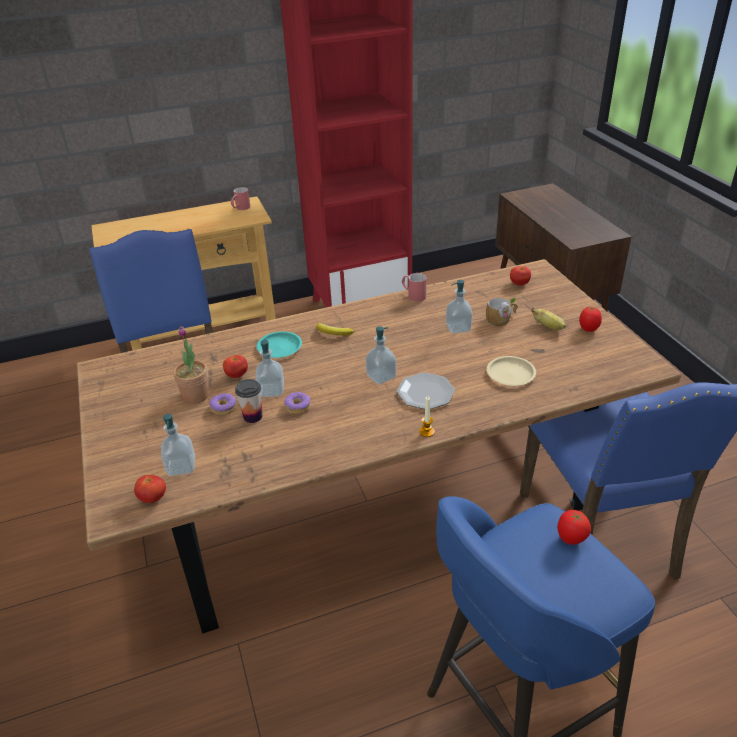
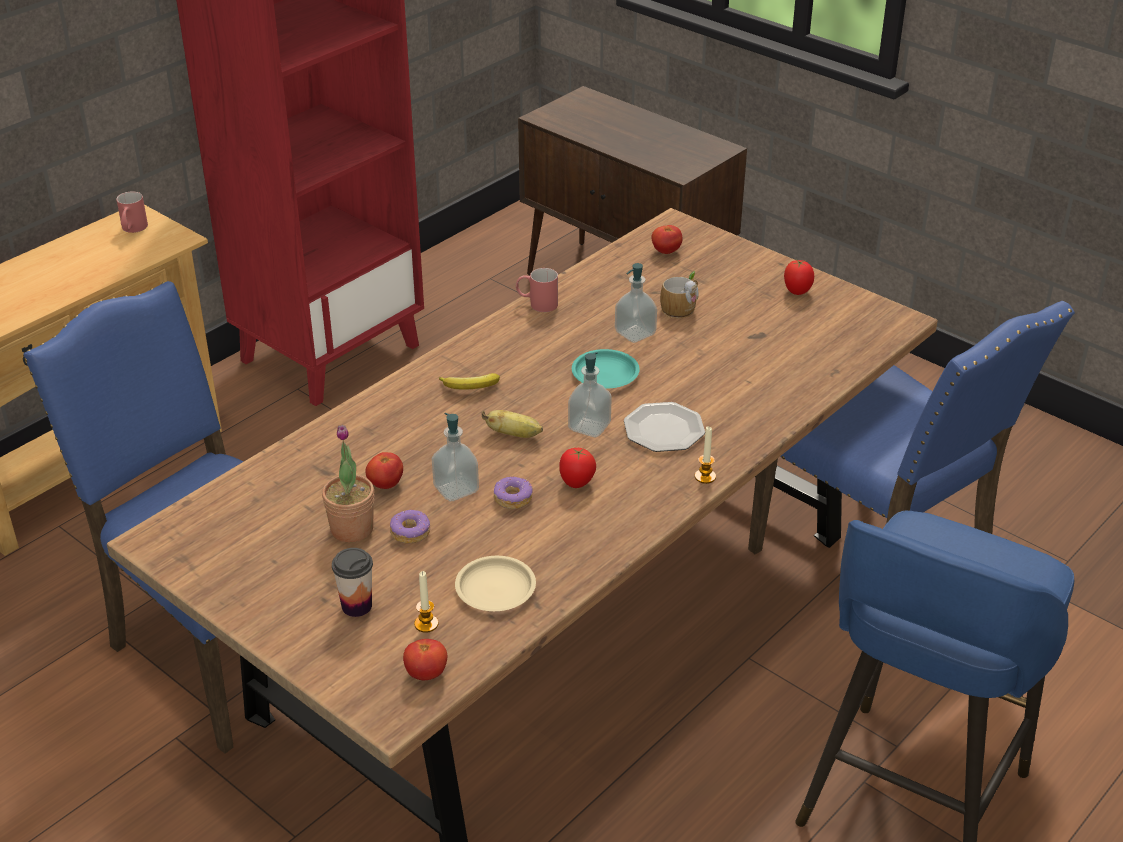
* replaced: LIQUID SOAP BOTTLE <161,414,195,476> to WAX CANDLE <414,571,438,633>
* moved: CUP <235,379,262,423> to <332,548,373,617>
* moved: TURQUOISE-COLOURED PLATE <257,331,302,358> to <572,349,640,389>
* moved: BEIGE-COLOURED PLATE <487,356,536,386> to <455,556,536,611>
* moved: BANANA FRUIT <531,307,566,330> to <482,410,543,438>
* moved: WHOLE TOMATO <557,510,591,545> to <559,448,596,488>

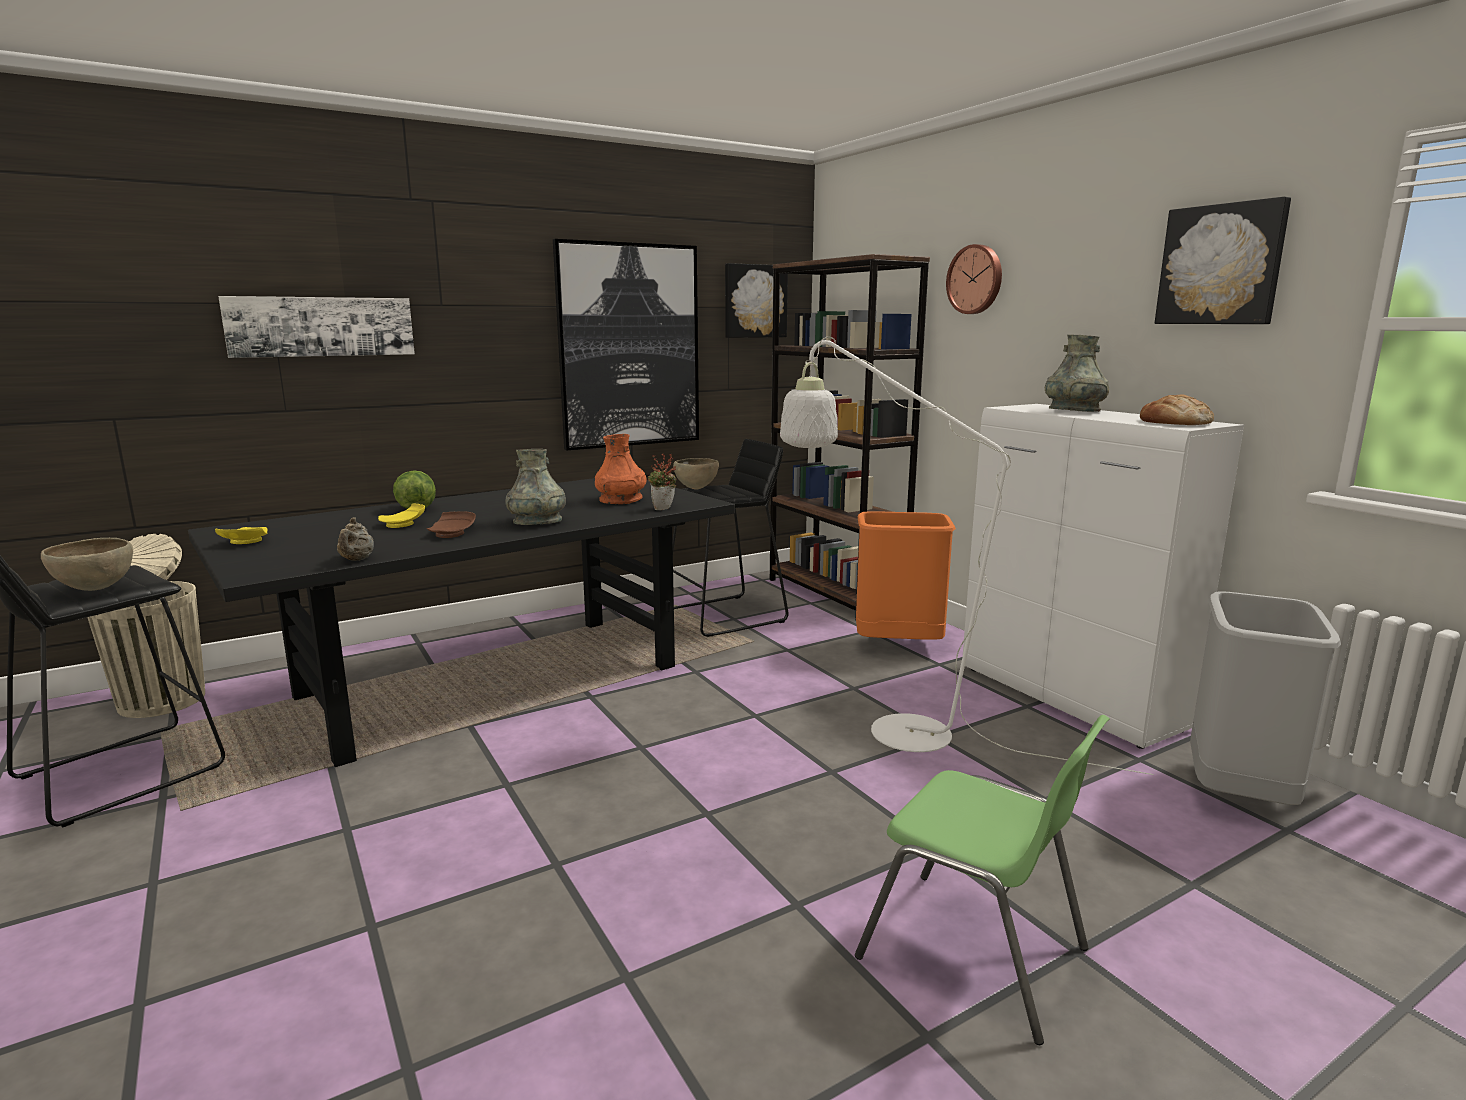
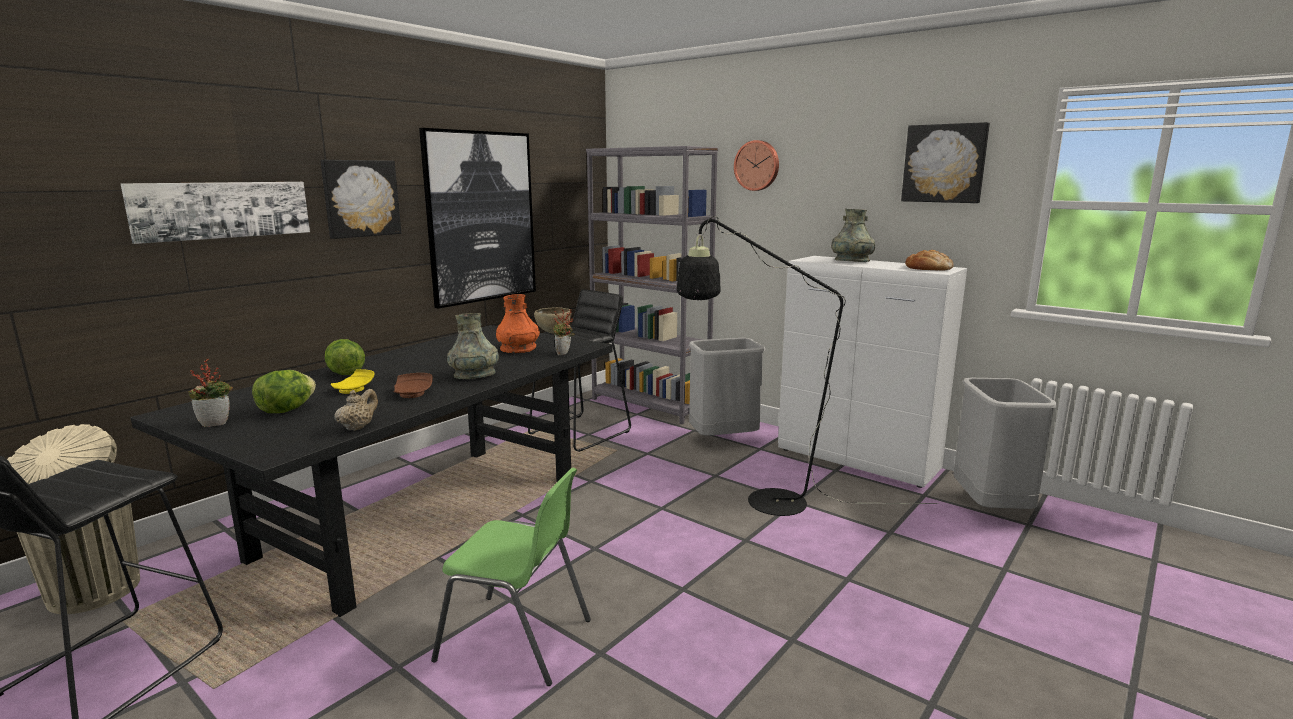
* removed: BROWNISH BOWL <41,538,133,591>
* replaced: YELLOW-COLOURED PLATE <215,527,267,544> to PLANT IN A POT <188,359,233,427>
* turned: BEIGE-COLOURED TEA POT <337,518,374,560> = <334,389,378,431> 135 degrees counterclockwise
* moved: WALL ART <725,263,788,338> to <320,160,401,239>
* recoloured: BROWNISH SHELVING UNIT <770,254,930,620> to GREY SHELVING UNIT <586,146,718,424>
* recoloured: WHITE FLOOR LAMP <780,337,1153,775> to BLACK-COLOURED FLOOR LAMP <677,216,939,516>
* moved: GREEN UPRIGHT CHAIR <855,715,1110,1045> to <431,468,591,686>
* recoloured: ORANGE-COLOURED TRASH CAN <856,511,956,640> to GREY TRASH CAN <689,338,765,436>
* added: HEAD OF LETTUCE <252,370,316,413>

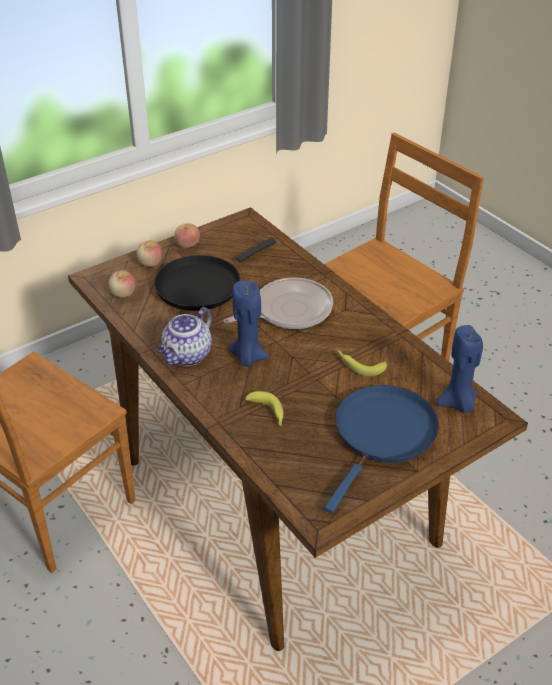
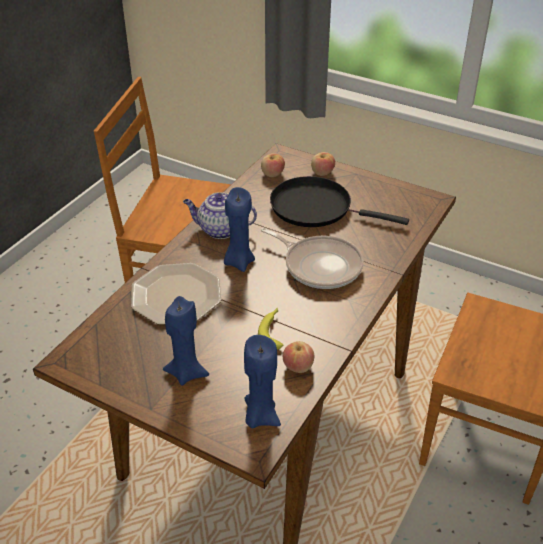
* moved: WHOLE APPLE <175,223,200,248> to <283,341,314,373>
* replaced: BANANA FRUIT <245,391,283,426> to PLATE <131,263,221,325>
* replaced: BLUE-COLOURED FRYING PAN <324,385,439,513> to BLUE-COLOURED WAX CANDLE <163,296,209,386>

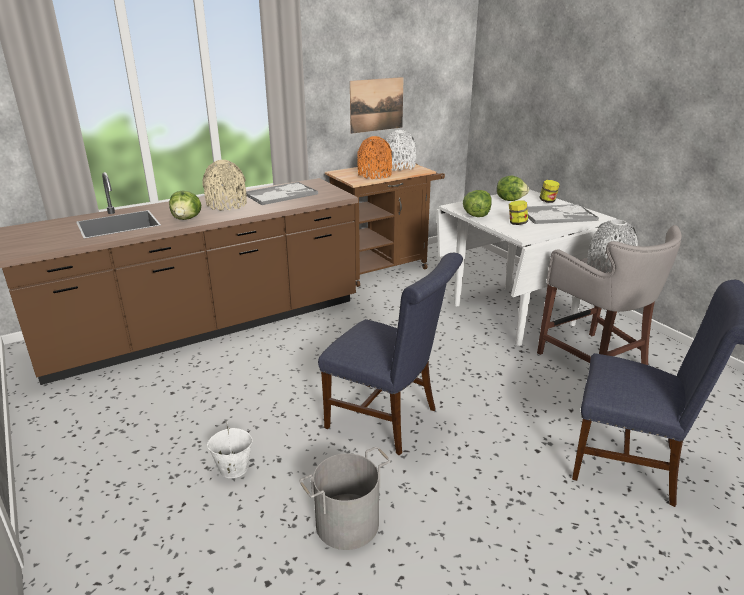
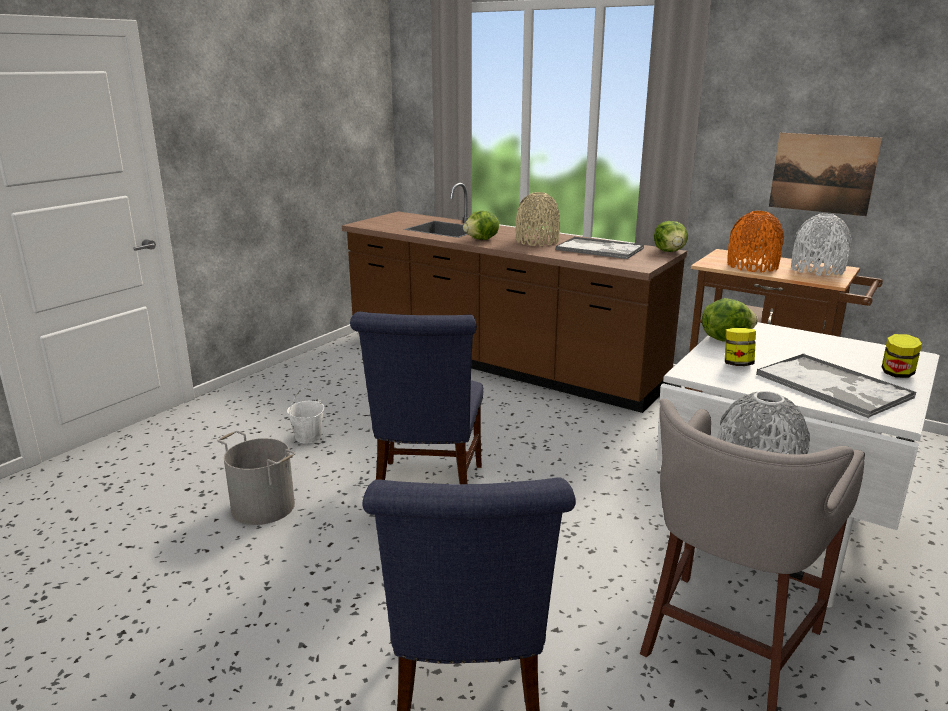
* moved: HEAD OF LETTUCE <497,175,529,201> to <654,221,688,252>

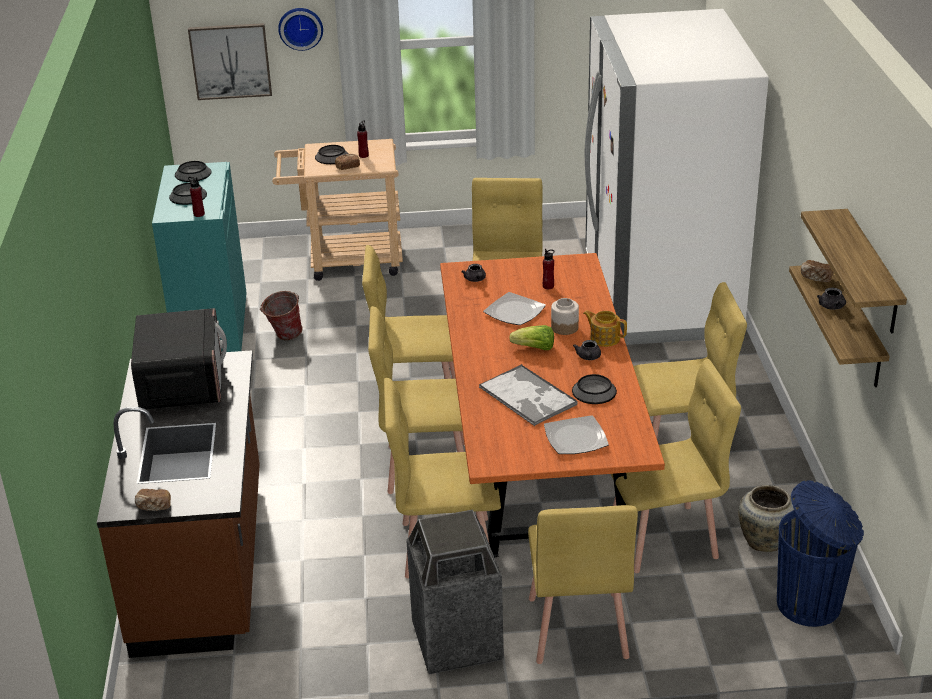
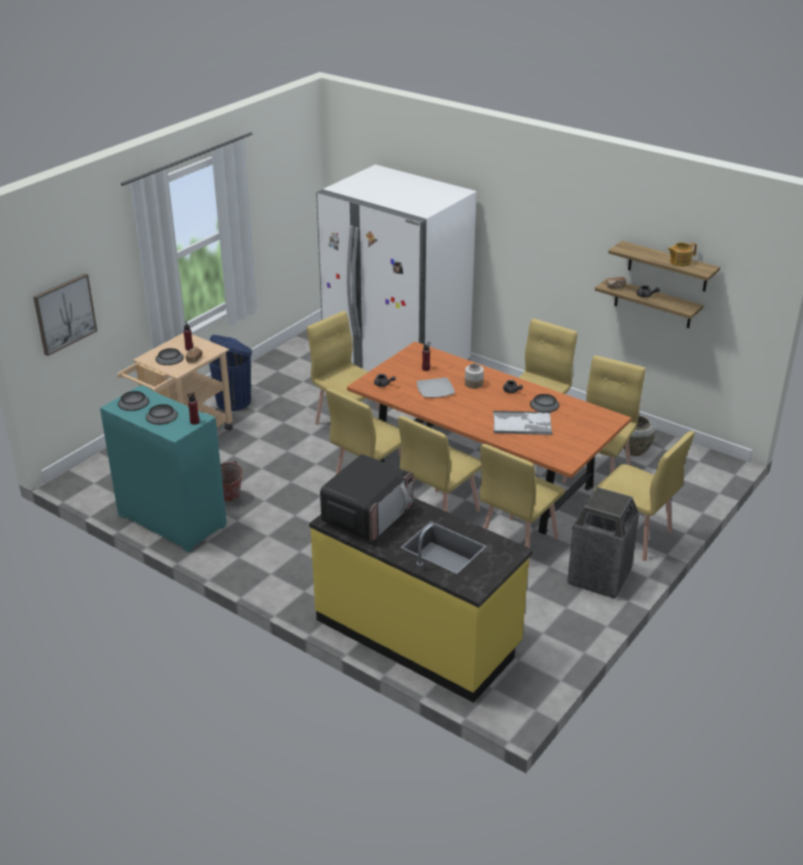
* recoloured: BROWNISH COUNTER <97,350,260,658> to YELLOW-COLOURED COUNTER <309,497,533,703>
* turned: KITCHEN MICROWAVE <131,308,227,409> = <320,454,413,542> 90 degrees clockwise
* removed: BREAD <135,489,171,511>
* removed: HANGING CLOCK <278,8,323,51>
* removed: HEAD OF LETTUCE <509,325,554,350>
* removed: PLATE <544,415,609,454>
* moved: TEA POT <583,310,627,347> to <667,242,697,267>
* moved: BLUE-COLOURED TRASH CAN <777,480,864,627> to <209,335,252,411>

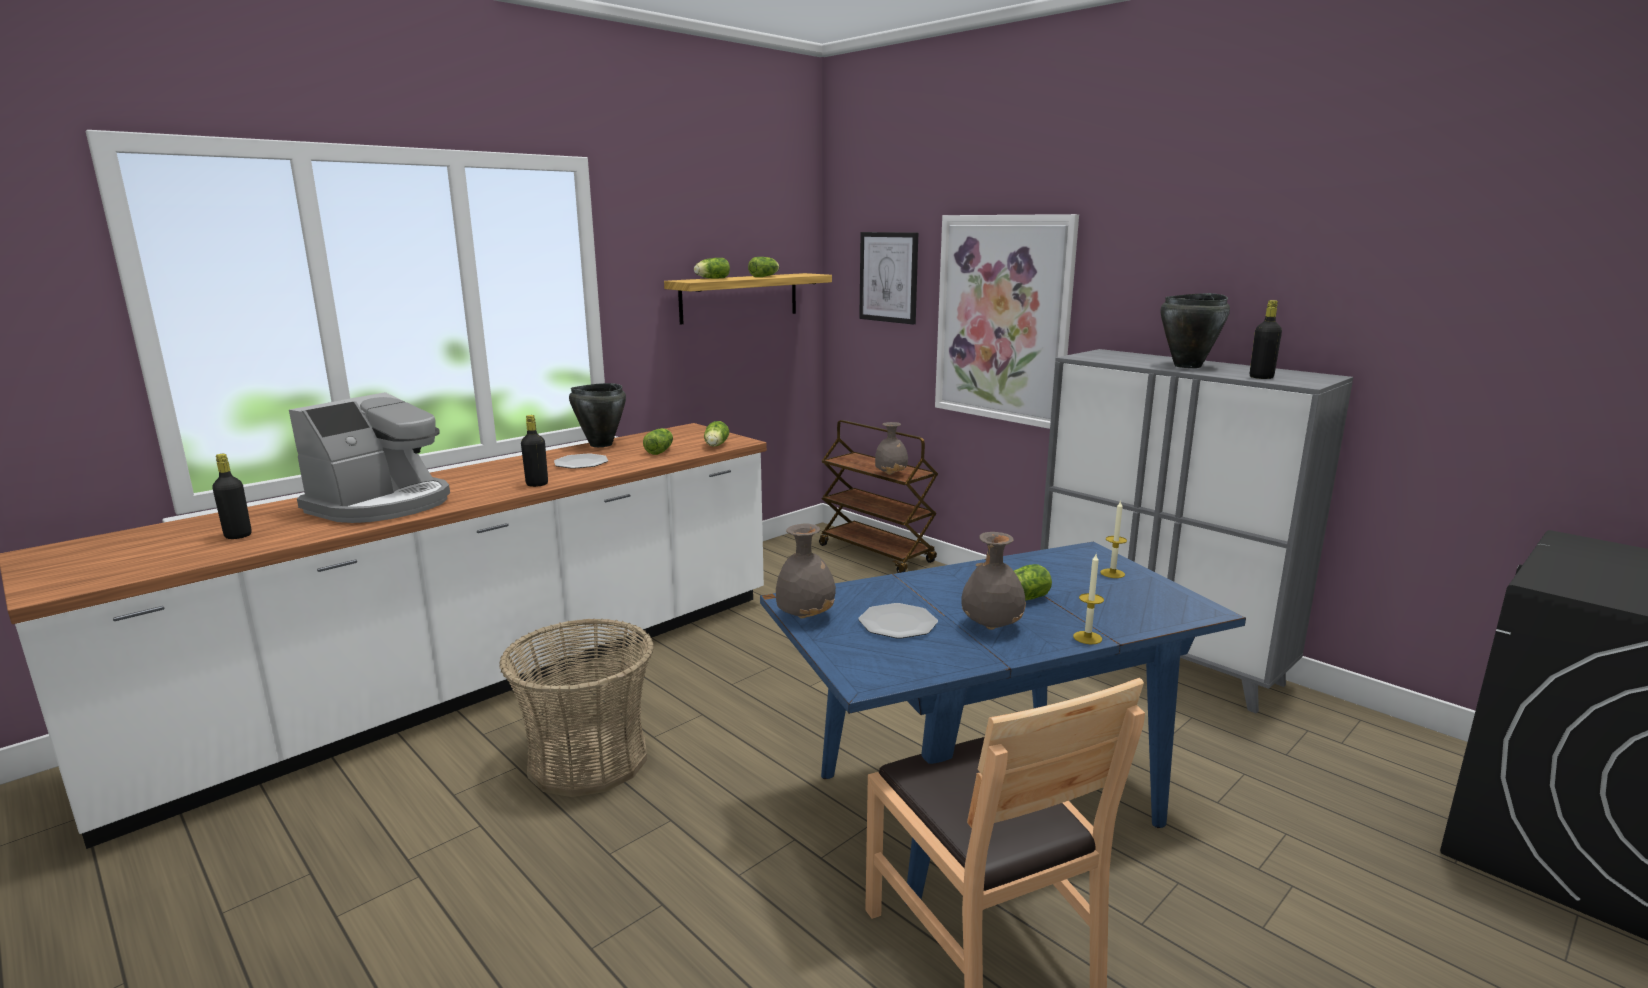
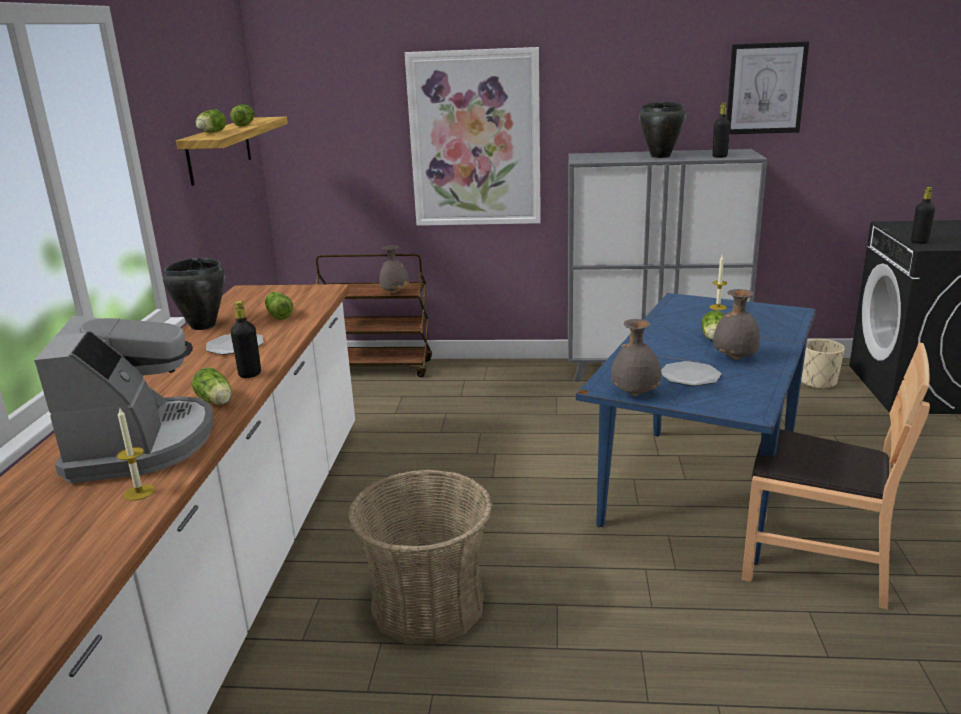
* moved: BLACK-COLOURED BEVERAGE BOTTLE <212,454,252,539> to <911,187,935,244>
* moved: HEAD OF LETTUCE <704,421,729,447> to <192,367,231,405>
* moved: WALL ART <859,232,918,325> to <727,41,809,134>
* moved: WAX CANDLE <1073,554,1104,644> to <117,407,155,501>
* added: BEIGE-COLOURED PLANT POT <801,339,845,390>

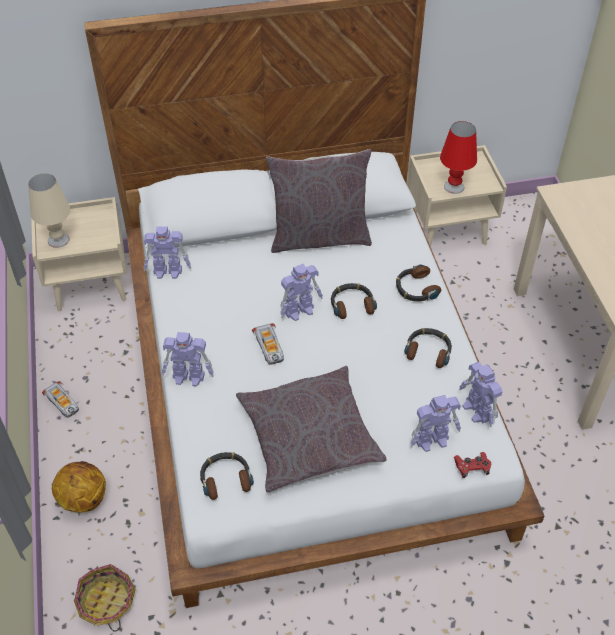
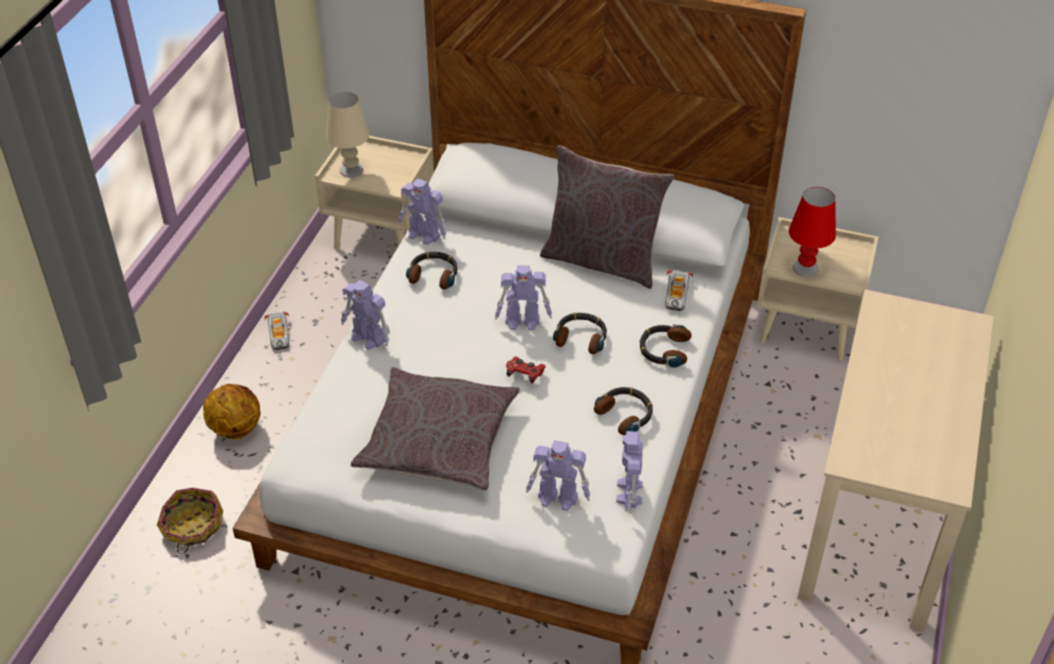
* moved: HEADSET <200,452,254,500> to <406,252,458,289>
* moved: TOY CAR <252,323,284,365> to <665,270,693,311>
* moved: RED JOYPAD <454,452,491,478> to <506,356,545,384>

